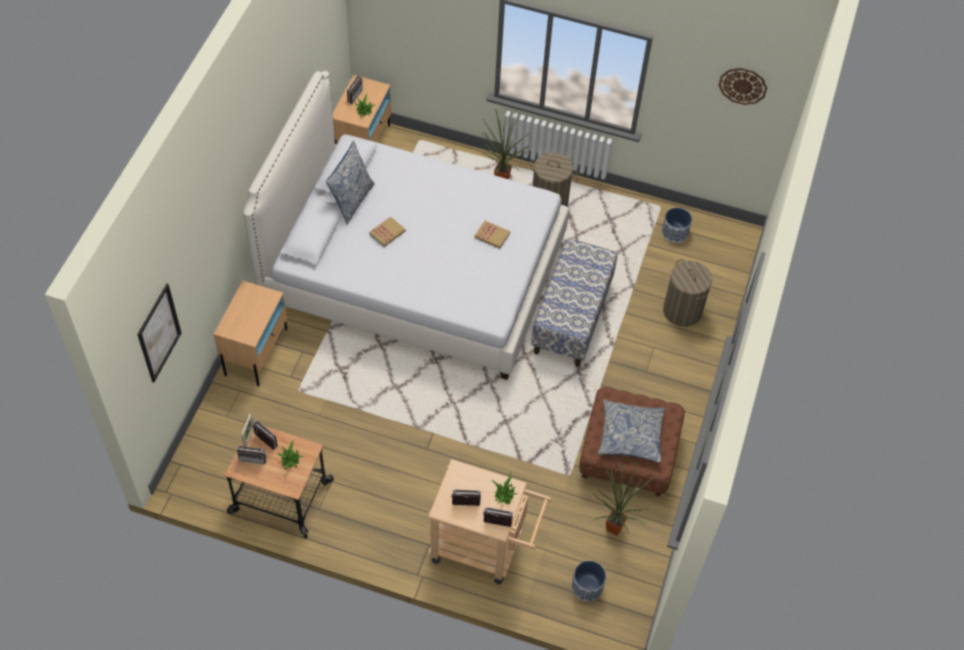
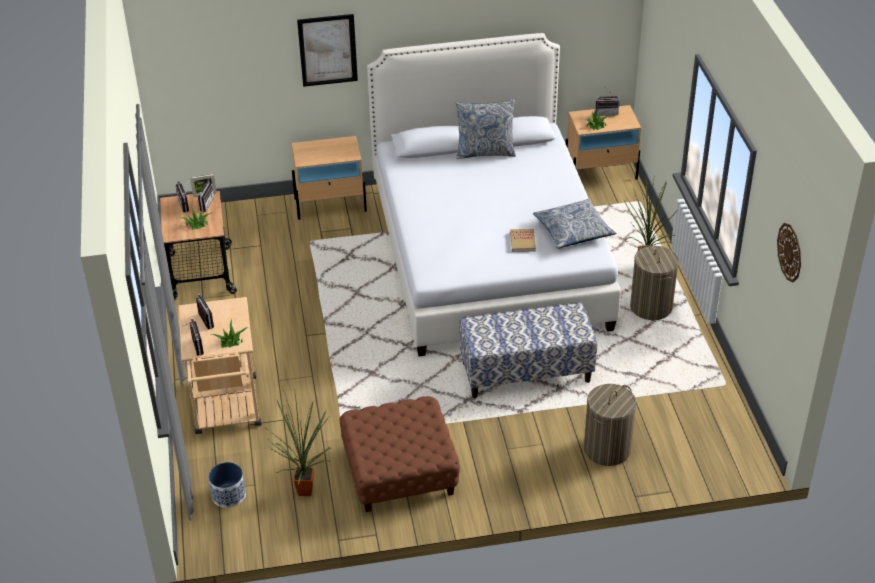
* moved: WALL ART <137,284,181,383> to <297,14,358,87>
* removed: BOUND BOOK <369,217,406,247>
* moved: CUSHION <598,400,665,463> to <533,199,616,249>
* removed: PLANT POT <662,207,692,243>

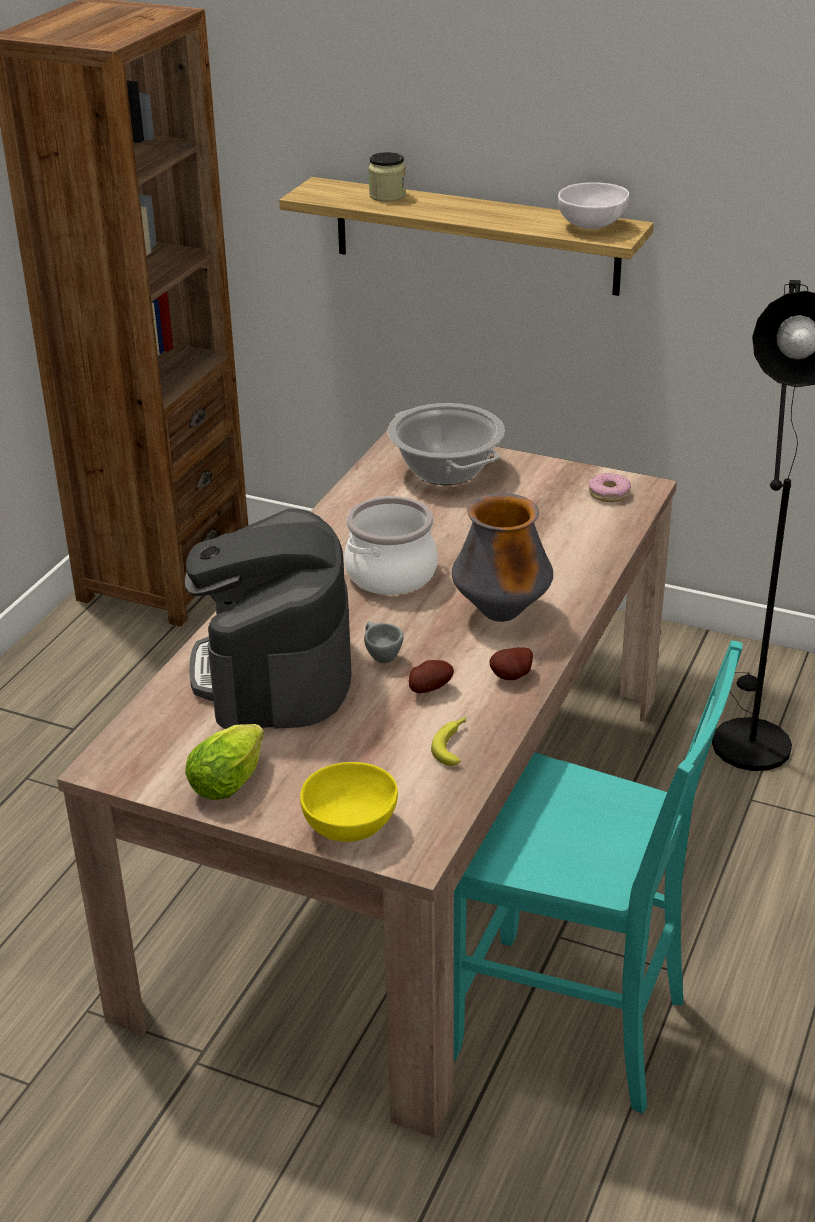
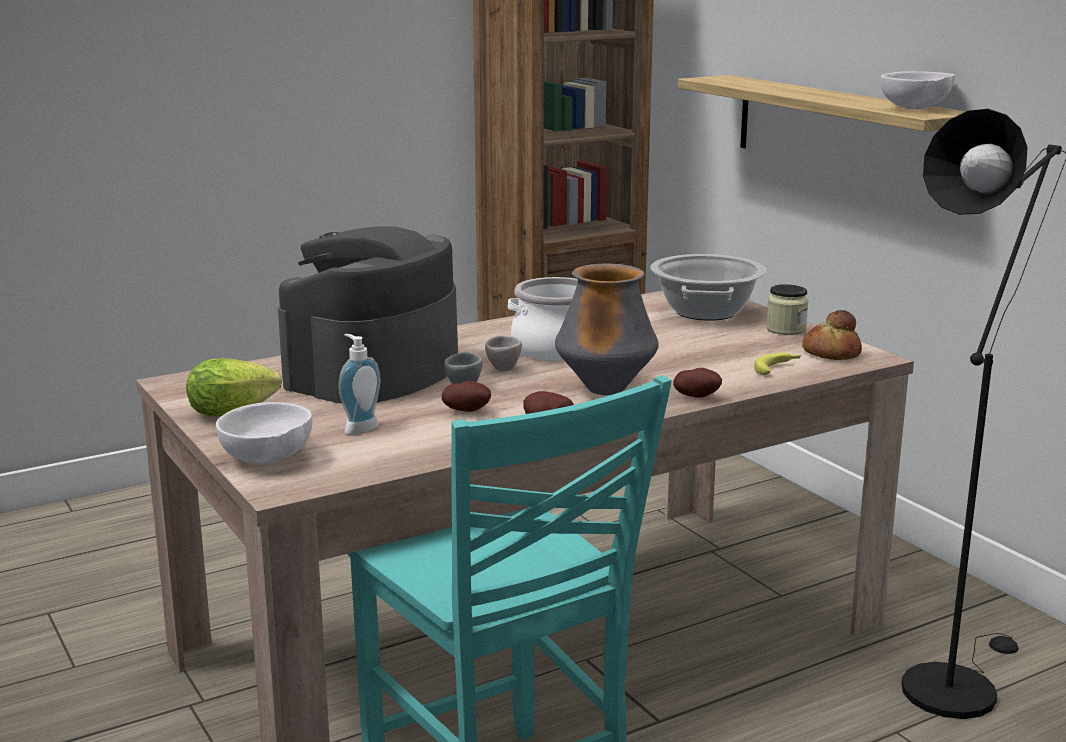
* recoloured: YELLOW-COLOURED BOWL <300,762,398,842> to WHITE BOWL <216,402,312,464>
* moved: PRESERVE JAR <368,152,406,202> to <766,284,808,335>
* moved: BANANA FRUIT <431,717,466,766> to <754,353,801,375>
* replaced: RING DOUGHNUT <588,473,631,502> to BREAD <802,310,862,360>
* added: LIQUID SOAP BOTTLE <339,334,380,435>
* added: BEIGE-COLOURED CUP <485,335,522,371>
* added: SPUD <673,368,722,398>

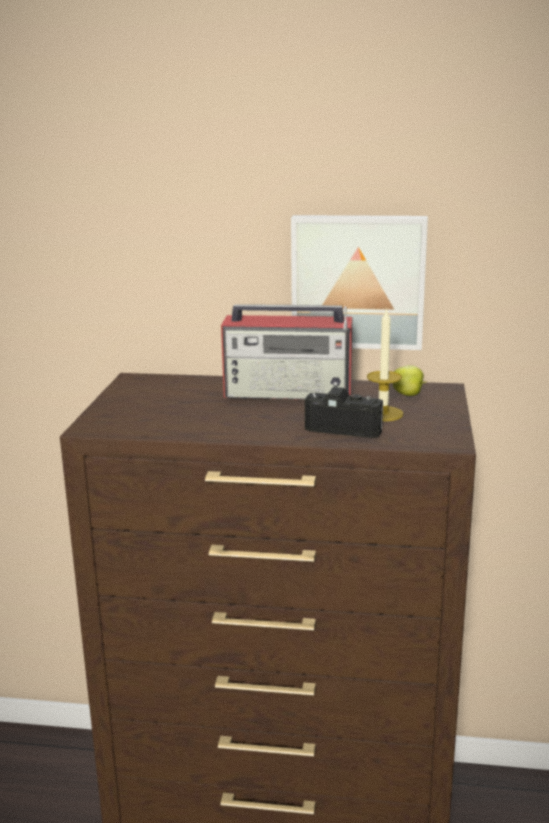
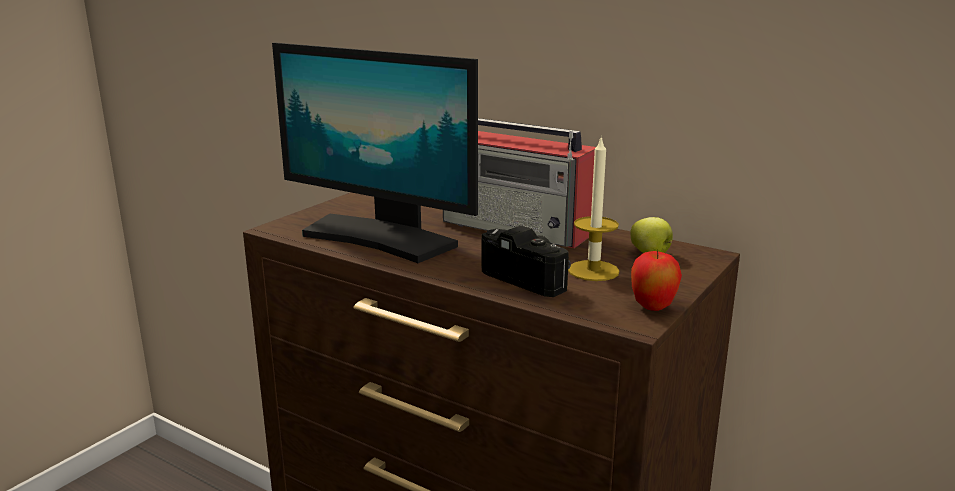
* removed: WALL ART <291,215,428,350>
* added: COMPUTER SCREEN <272,42,478,263>
* added: WHOLE APPLE <631,250,682,311>

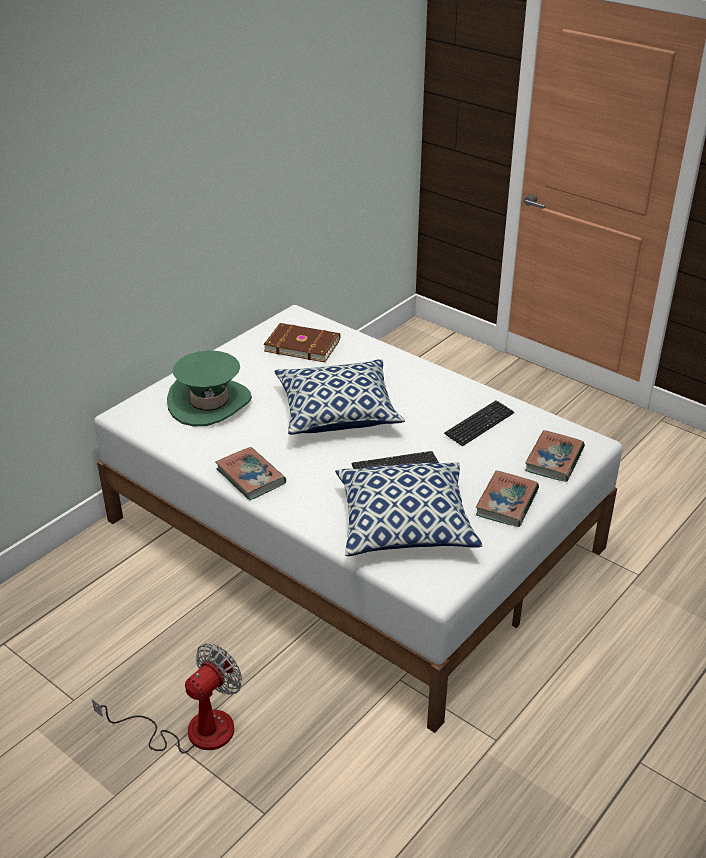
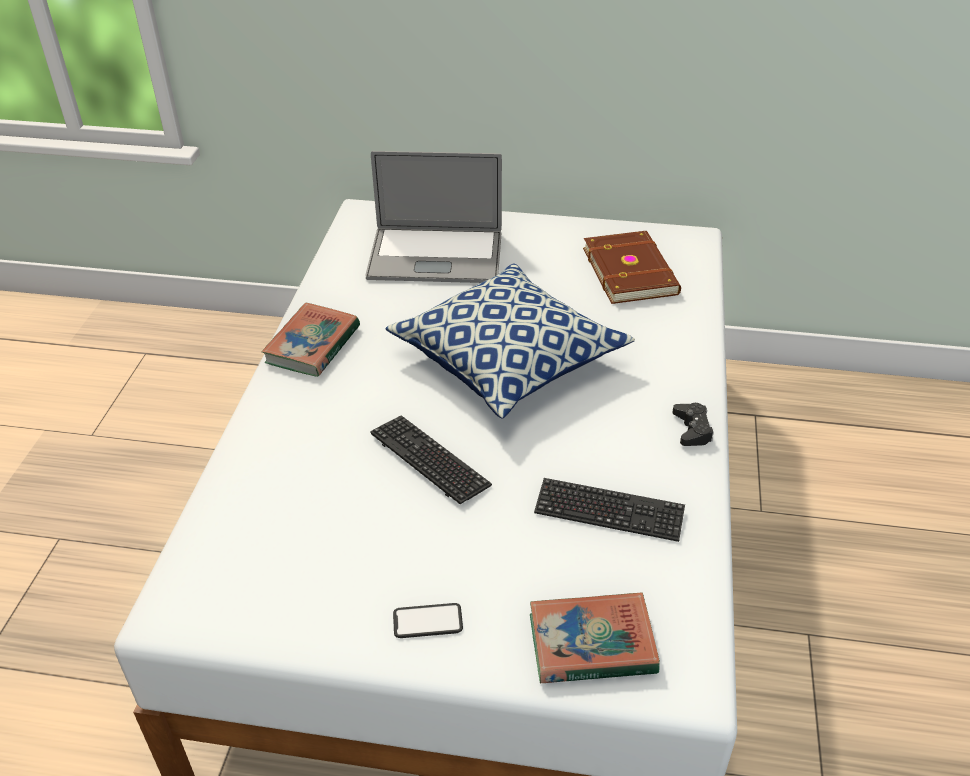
* removed: FAN <92,644,242,754>
* replaced: GREEN HAT <167,350,252,426> to NOTEBOOK COMPUTER <366,151,502,283>
* removed: CUSHION <335,462,483,556>
* replaced: BOUND BOOK <476,470,539,527> to HANDSET <393,603,463,638>
* added: BLACK-COLOURED JOYPAD <672,403,714,446>

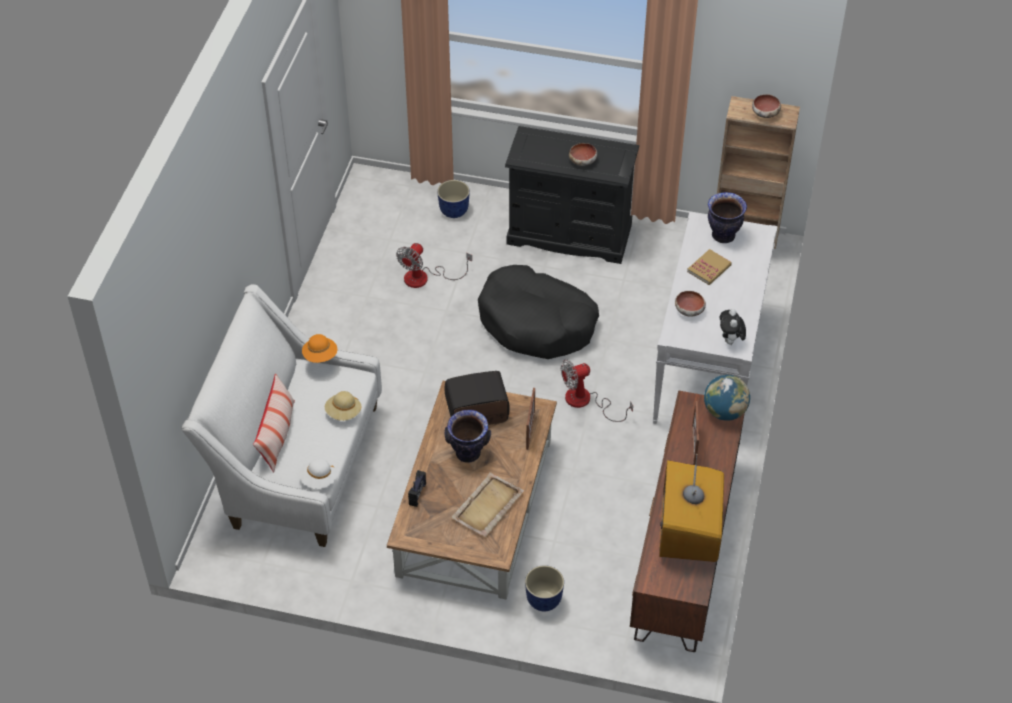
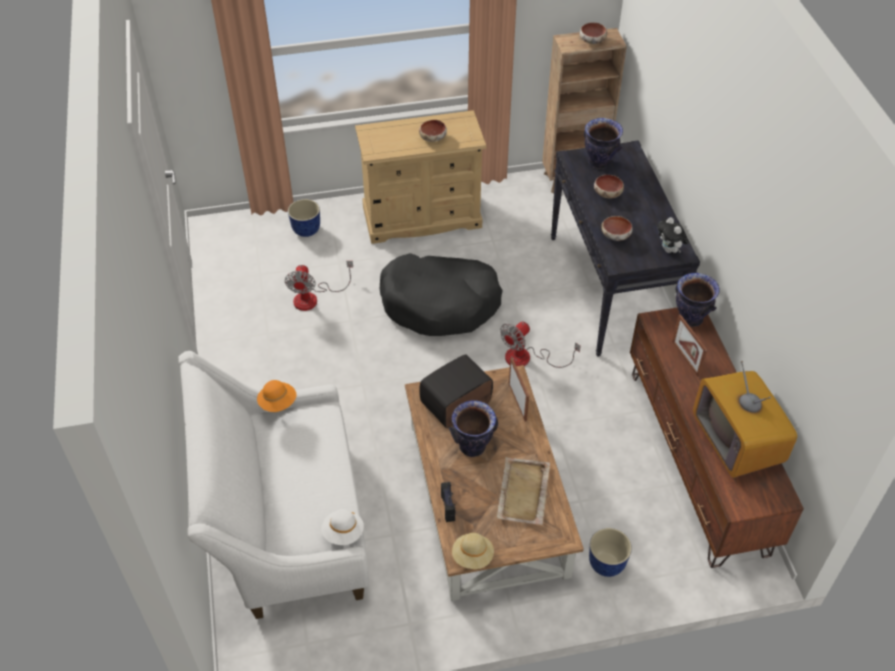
* removed: CUSHION <253,374,295,472>
* moved: BEIGE-COLOURED HAT <325,391,361,421> to <452,533,494,569>
* recoloured: BLACK-COLOURED DRESSER <505,126,639,264> to BEIGE-COLOURED DRESSER <355,110,486,244>
* recoloured: WHITE NARROW TABLE <652,212,778,424> to BLACK-COLOURED NARROW TABLE <551,140,700,357>
* replaced: BOUND BOOK <687,249,732,285> to BOWL <594,175,624,199>
* replaced: DESK GLOBE <704,375,750,421> to FLOWER VASE <675,273,720,327>

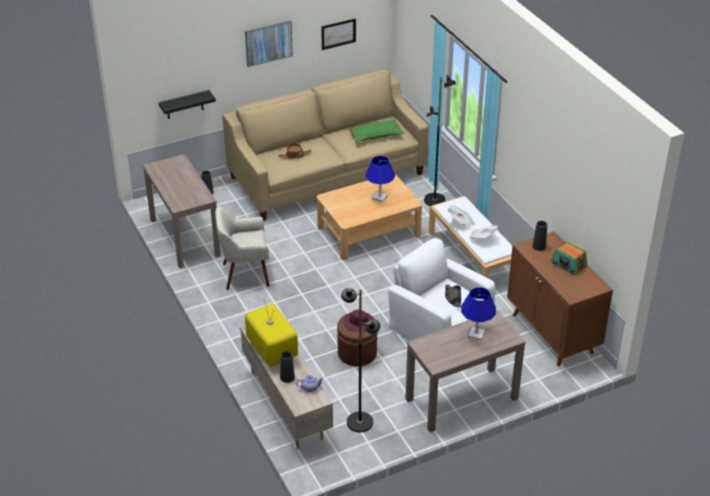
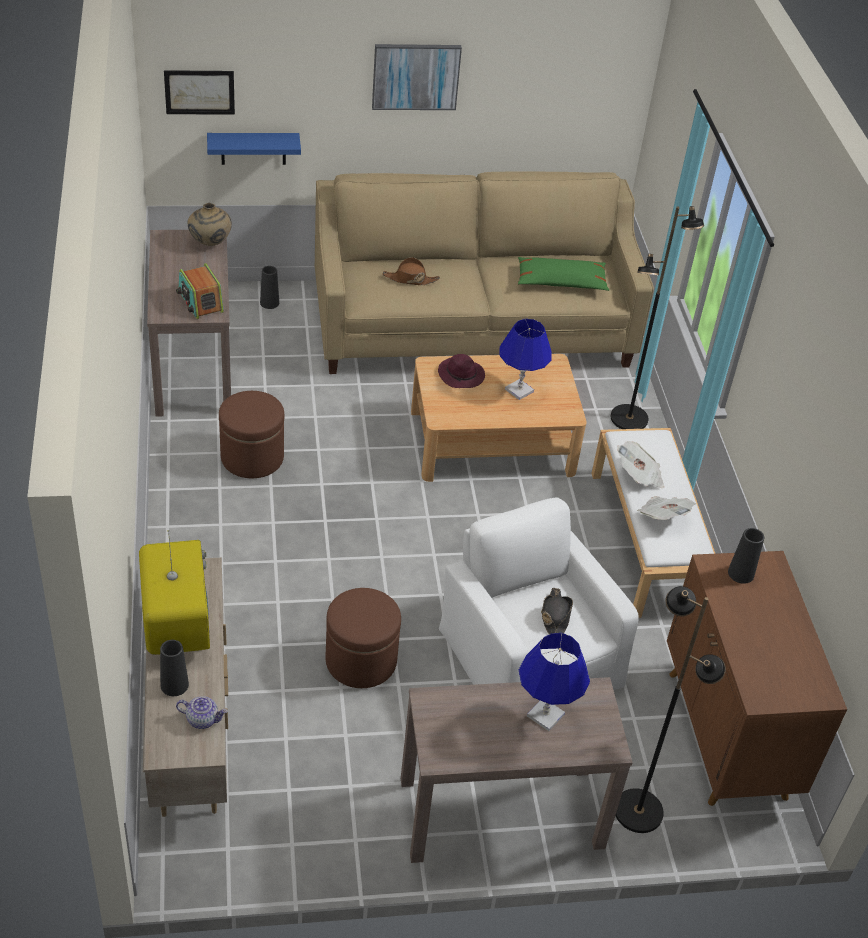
* recoloured: BLACK-COLOURED SHELF <159,90,216,119> to BLUE-COLOURED SHELF <207,133,301,165>
* replaced: BEIGE-COLOURED LOUNGE CHAIR <215,206,269,290> to BROWNISH FOOTREST <219,391,284,478>
* moved: WALL ART <321,18,356,50> to <164,70,235,115>
* moved: BLACK-COLOURED FLOOR LAMP <341,288,380,432> to <616,586,726,833>
* moved: PURPLE HAT <343,310,373,332> to <438,354,485,388>
* moved: RADIO <551,241,587,276> to <176,263,224,319>
* added: BEIGE-COLOURED FLOWER VASE <188,203,232,246>

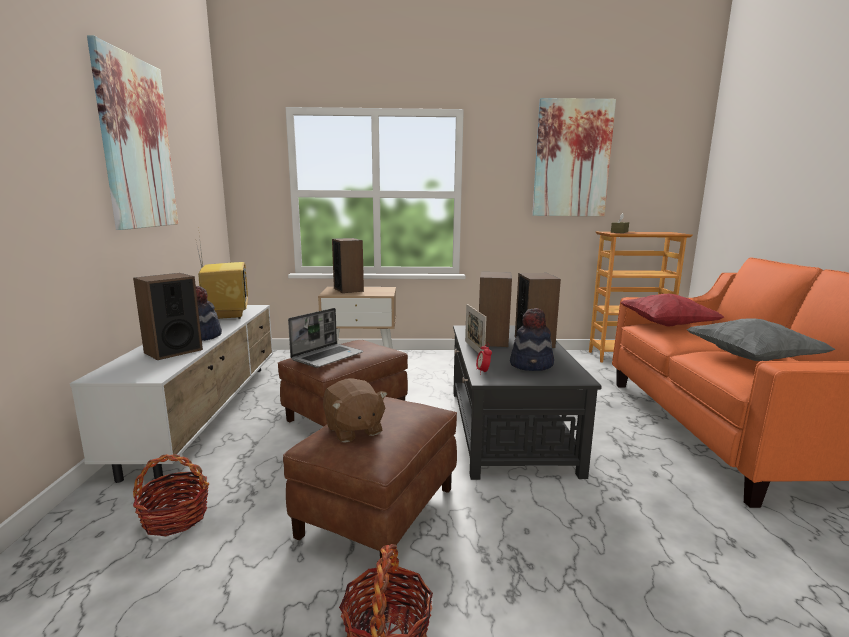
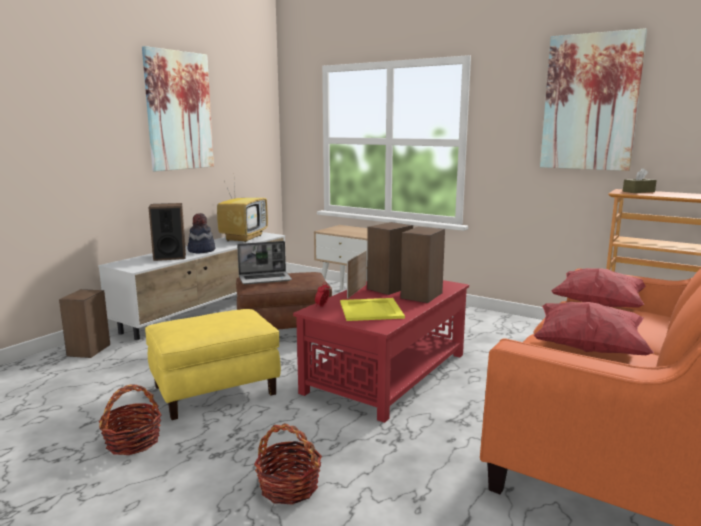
* moved: HOUSEHOLD BASKET <133,454,209,536> to <254,423,322,505>
* recoloured: BROWNISH FOOTREST <283,397,457,567> to YELLOW-COLOURED FOOTREST <145,309,281,420>
* removed: BROWNISH SOFT TOY <323,379,387,443>
* moved: AUDIO SPEAKER <332,238,364,293> to <59,289,110,358>
* recoloured: BLACK-COLOURED COFFEE TABLE <453,325,602,480> to RED COFFEE TABLE <293,280,469,423>
* replaced: HAT <510,308,554,371> to YELLOW-COLOURED CARRYING TRAY <340,298,405,321>
* recoloured: GREY CUSHION <686,318,836,361> to RED CUSHION <534,302,654,355>

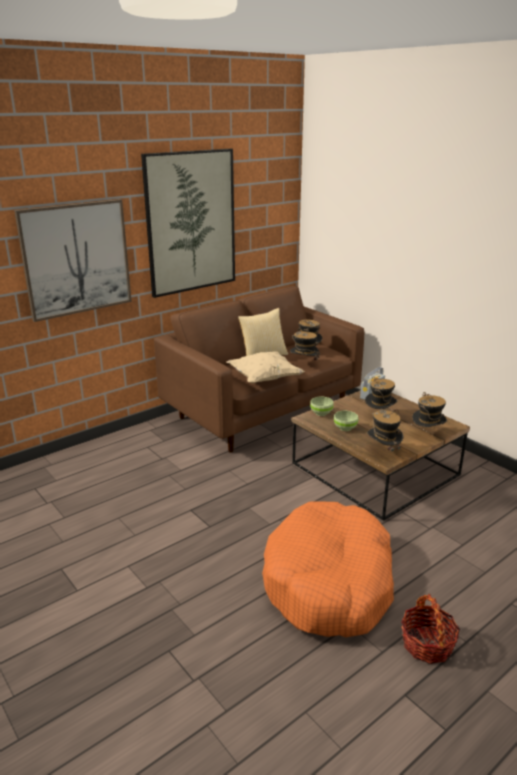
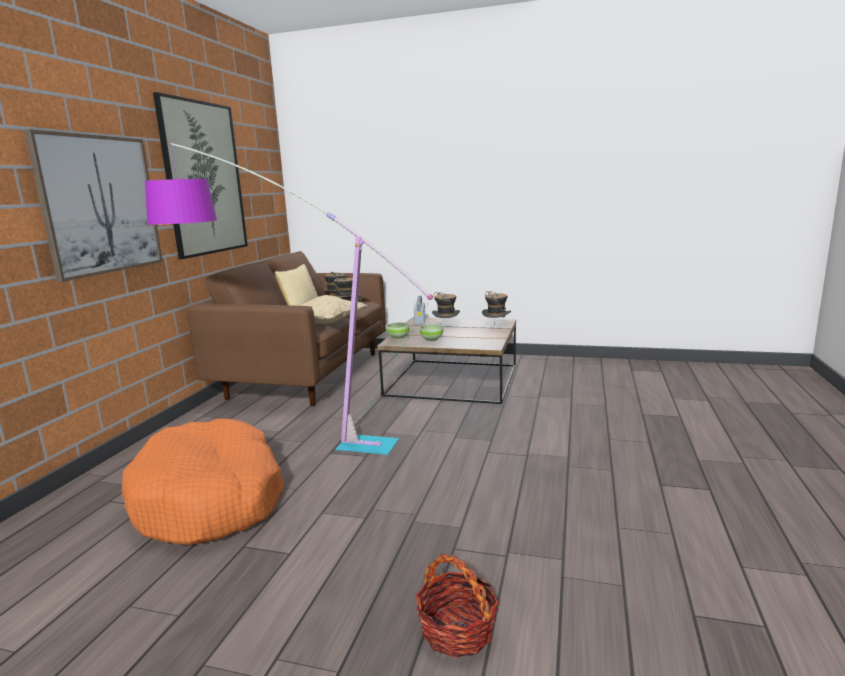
* moved: ORANGE-COLOURED DOG CUSHION <262,501,394,637> to <122,419,284,545>
* removed: HAT <367,408,404,457>
* moved: HOUSEHOLD BASKET <401,594,460,664> to <416,553,499,658>
* added: FLOOR LAMP <145,143,433,455>

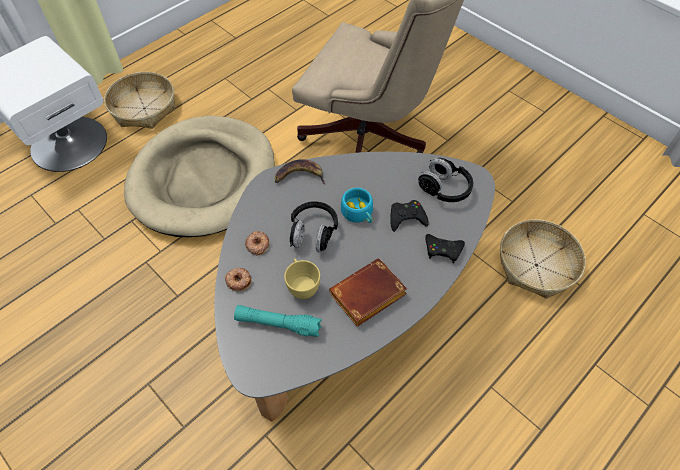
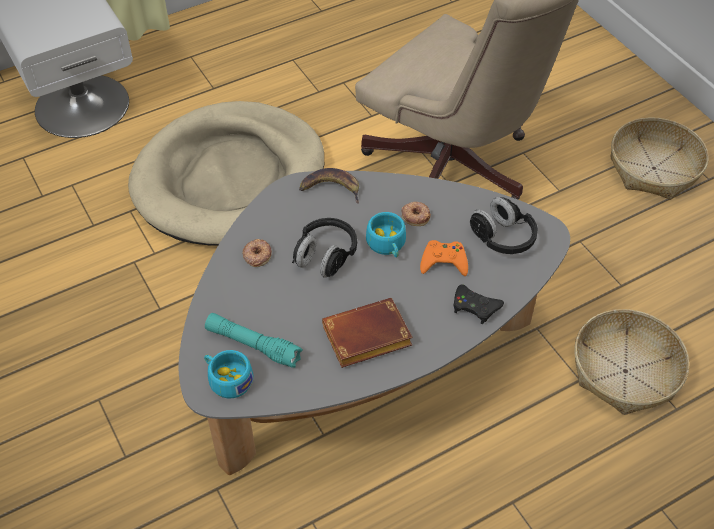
* moved: HOUSEHOLD BASKET <104,72,175,129> to <611,117,709,200>
* moved: RING DOUGHNUT <225,268,251,291> to <402,202,431,226>
* removed: YELLOW-COLOURED CUP <284,259,320,299>
* recoloured: BLACK-COLOURED JOYPAD <390,200,429,232> to ORANGE-COLOURED JOYPAD <420,240,468,276>
* added: TURQUOISE-COLOURED CUP <204,350,253,398>

